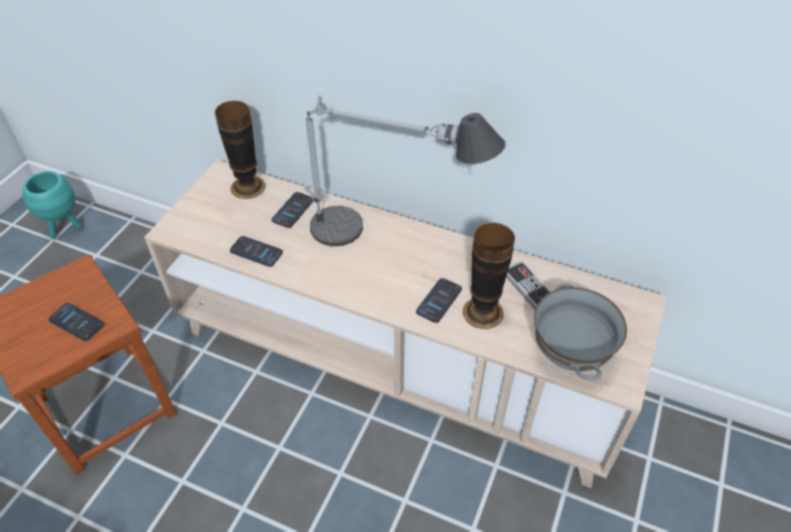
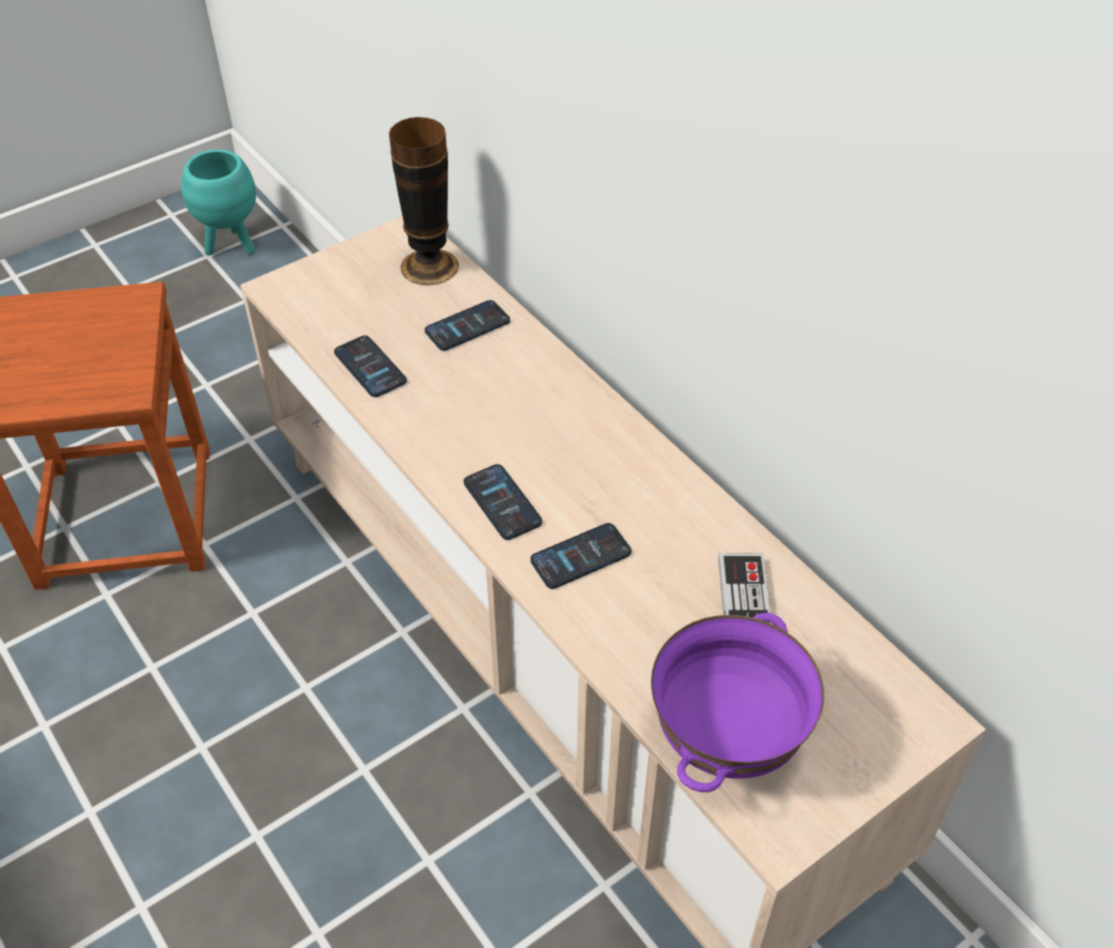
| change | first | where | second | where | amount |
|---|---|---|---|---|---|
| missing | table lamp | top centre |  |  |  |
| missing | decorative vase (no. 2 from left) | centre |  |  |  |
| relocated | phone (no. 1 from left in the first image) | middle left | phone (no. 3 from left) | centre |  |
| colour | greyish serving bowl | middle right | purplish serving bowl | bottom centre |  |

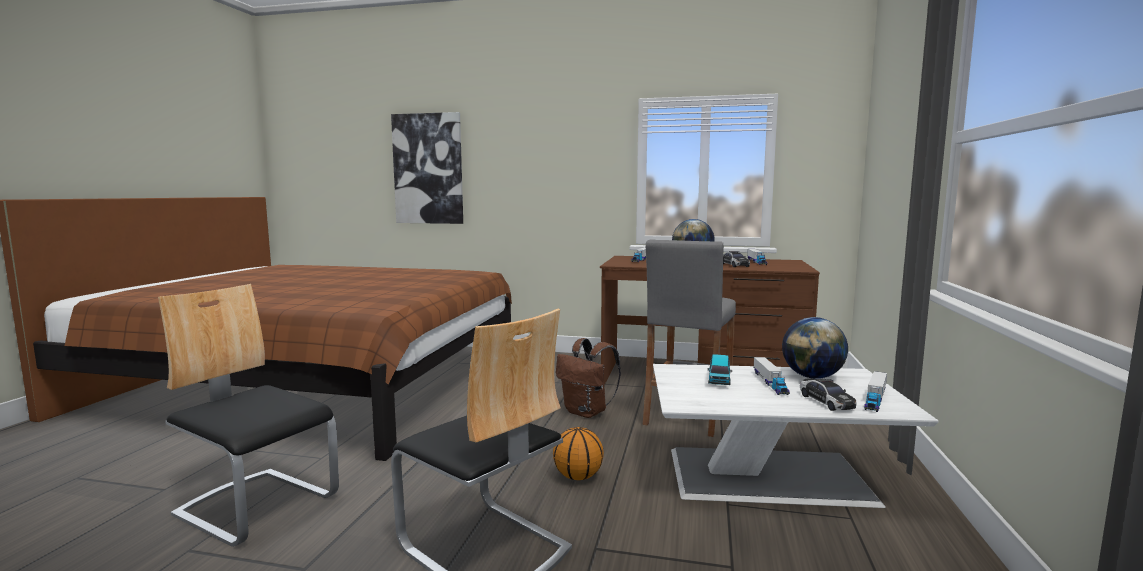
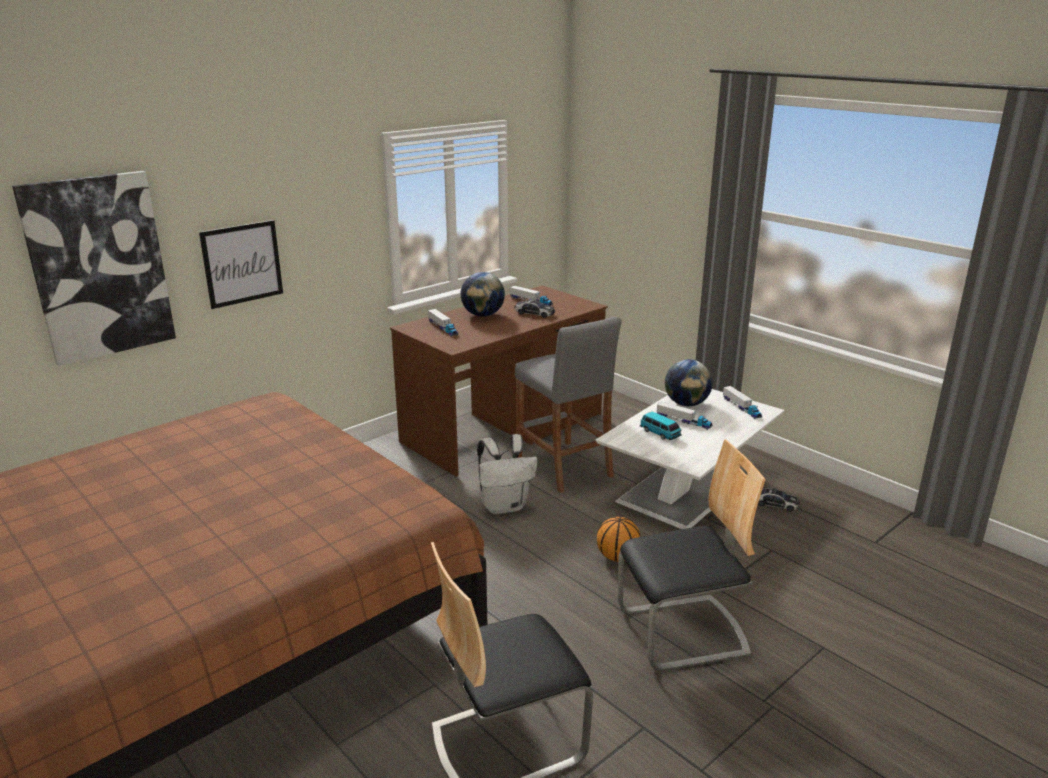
| change | first | where | second | where | amount |
|---|---|---|---|---|---|
| appeared |  |  | wall art (no. 2 from left) | middle left |  |
| relocated | toy car (no. 3 from left) | bottom right |  | middle right |  |
| colour | brownish backpack | centre | whitish backpack | centre |  |

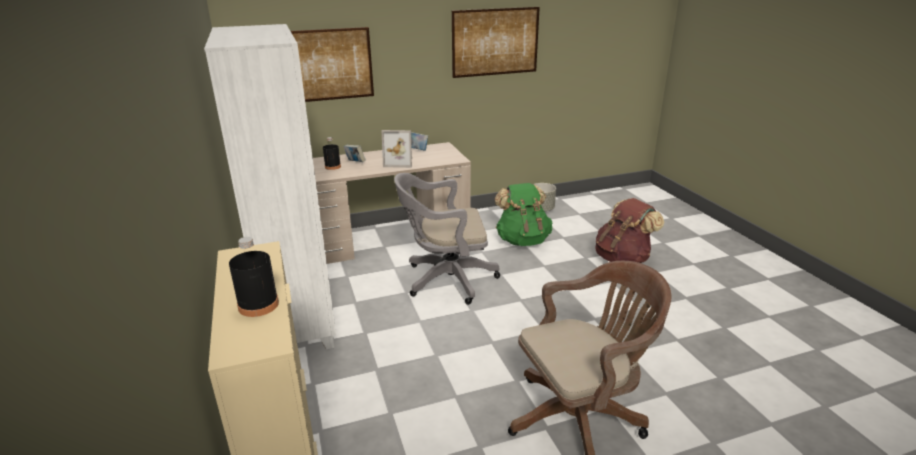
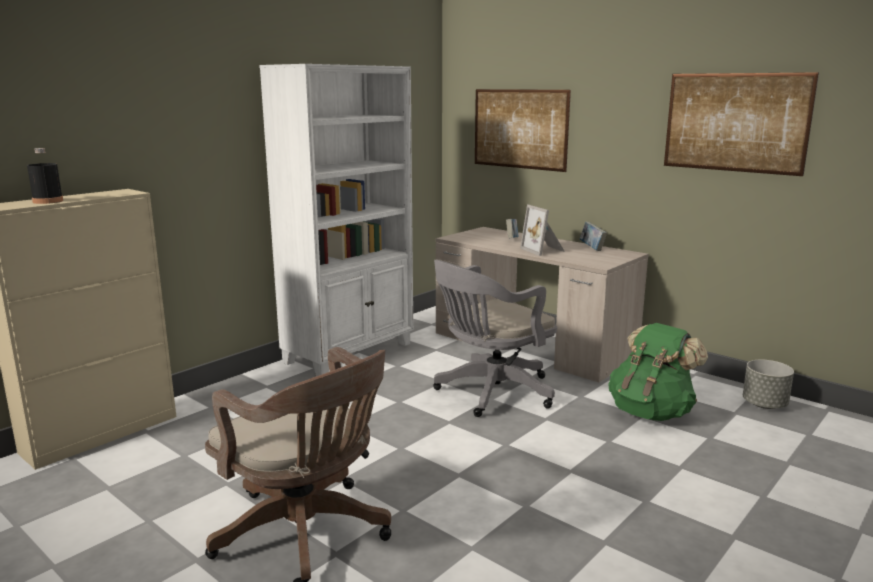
| change | first | where | second | where | amount |
|---|---|---|---|---|---|
| missing | black-coloured beverage bottle (no. 2 from left) | centre |  |  |  |
| missing | brownish backpack | middle right |  |  |  |
| spun | greyish office chair | centre |  | centre | 90 degrees counterclockwise |

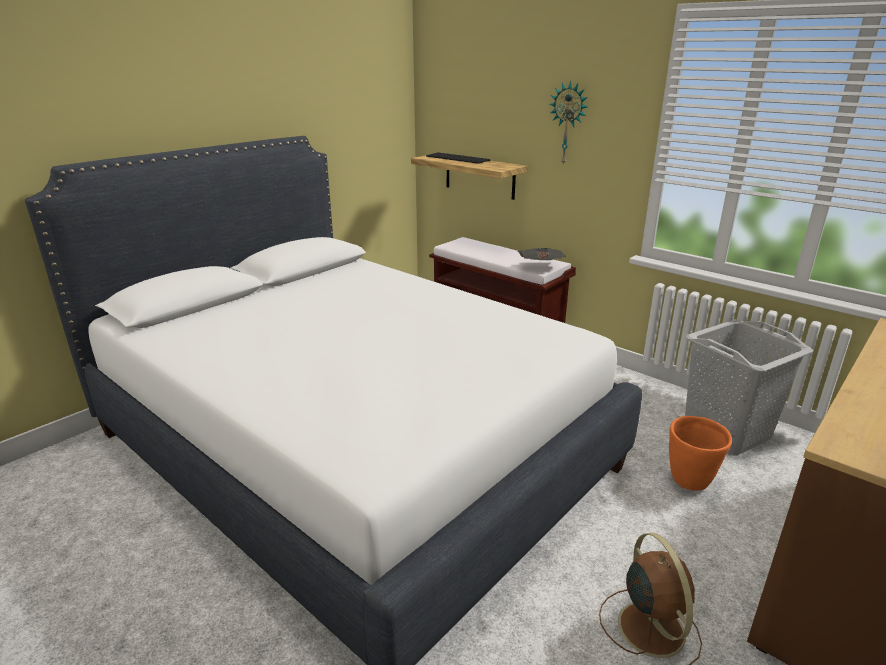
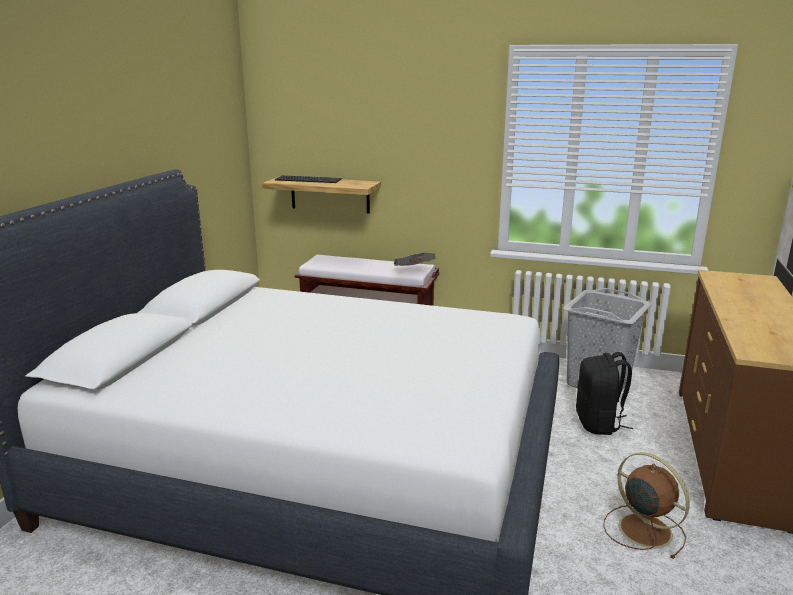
| change | first | where | second | where | amount |
|---|---|---|---|---|---|
| missing | hanging clock | top centre |  |  |  |
| exchanged | orange flower pot | bottom right | black-coloured backpack | middle right |  |

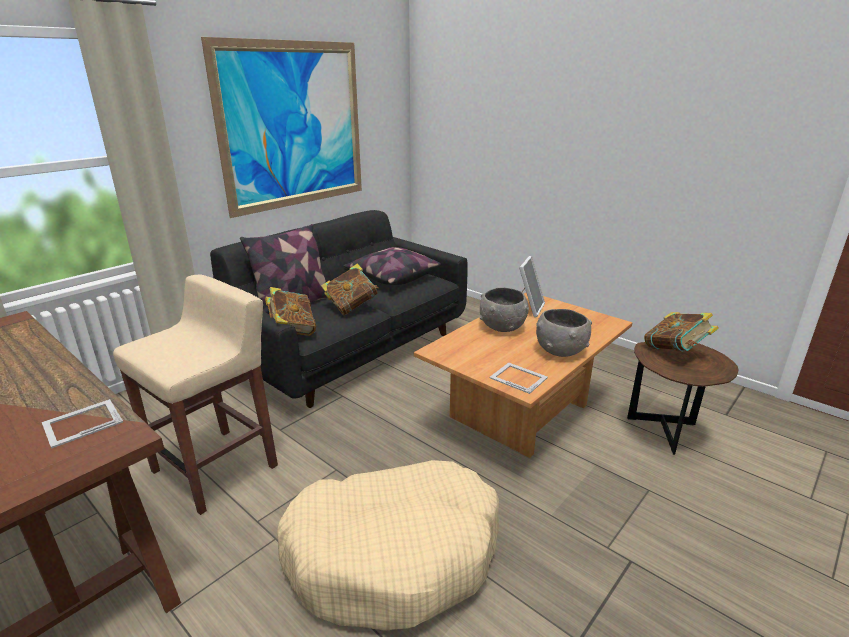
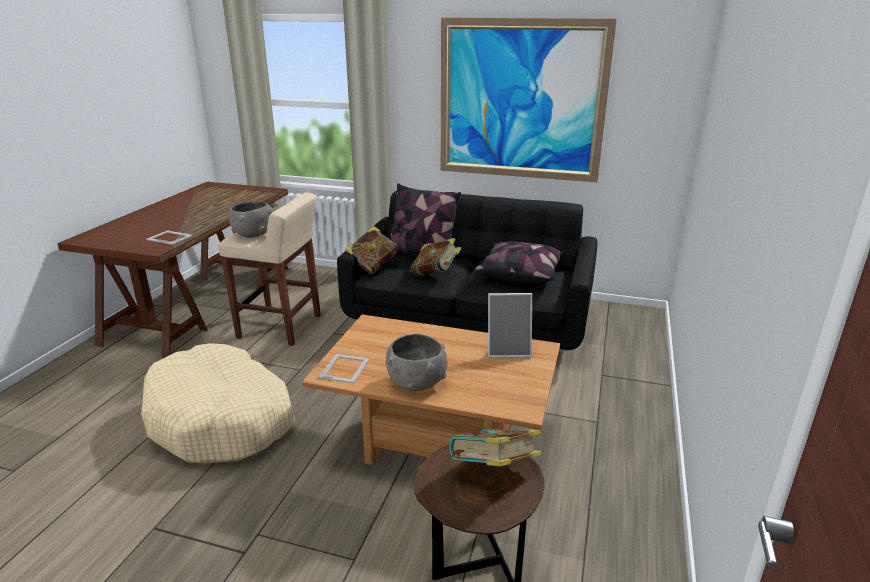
| change | first | where | second | where | amount |
|---|---|---|---|---|---|
| relocated | greyish serving bowl (no. 1 from left) | centre |  | middle left |  |

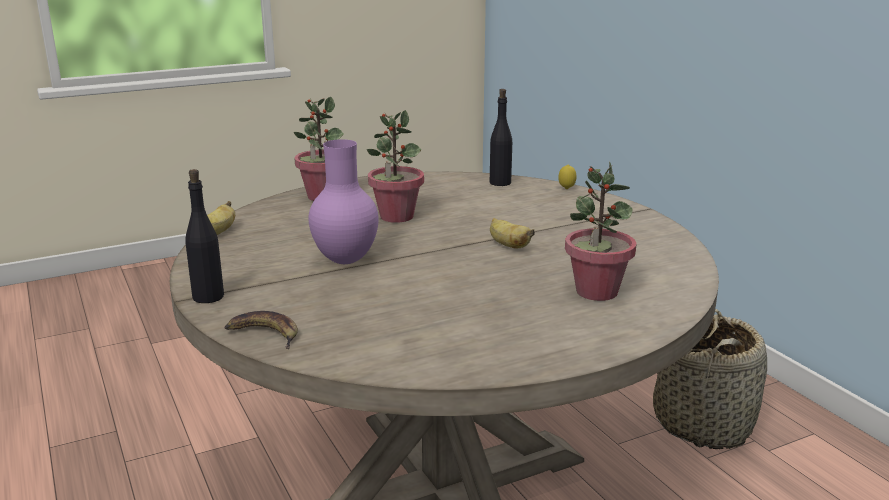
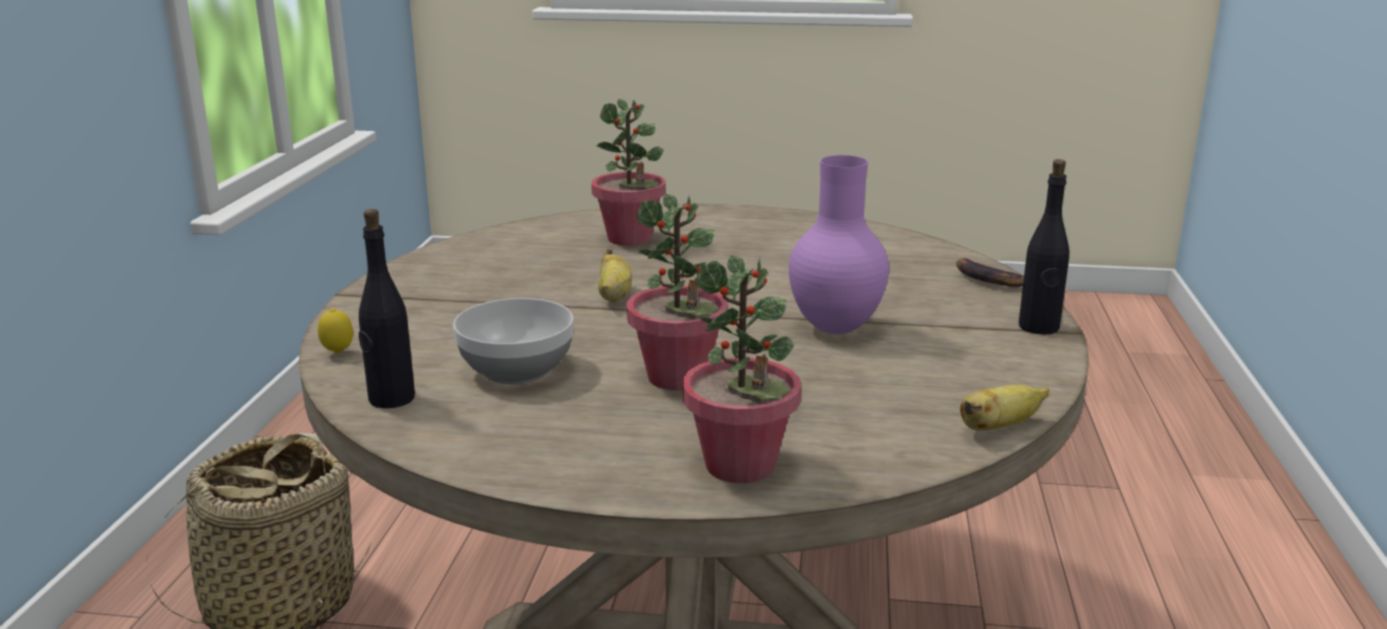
| change | first | where | second | where | amount |
|---|---|---|---|---|---|
| appeared |  |  | serving bowl | centre |  |

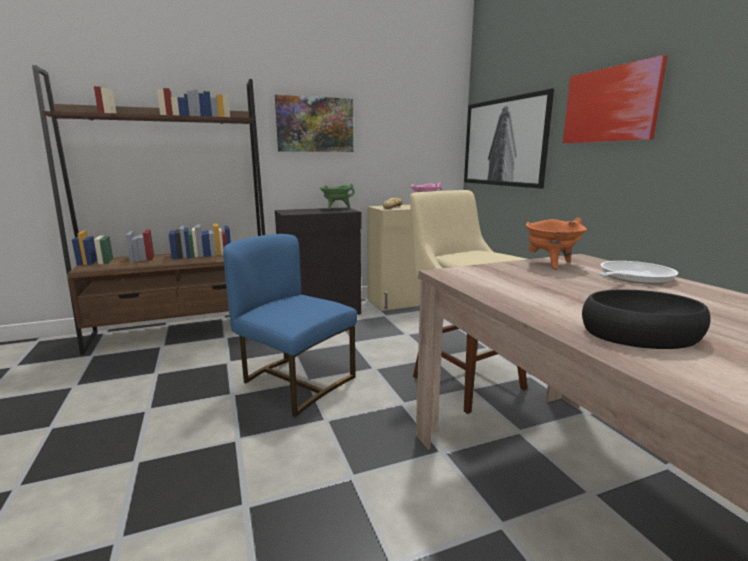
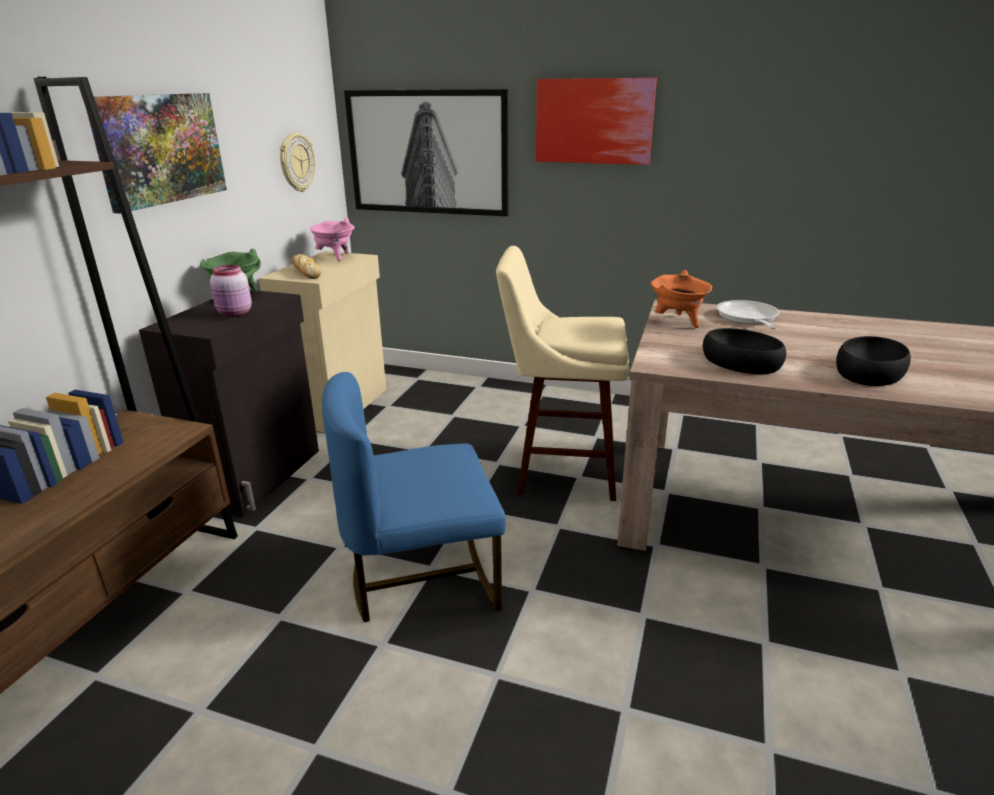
| change | first | where | second | where | amount |
|---|---|---|---|---|---|
| appeared |  |  | pink jar | middle left |  |
| appeared |  |  | hanging clock | top left |  |
| appeared |  |  | black-coloured serving bowl (no. 1 from left) | middle right |  |

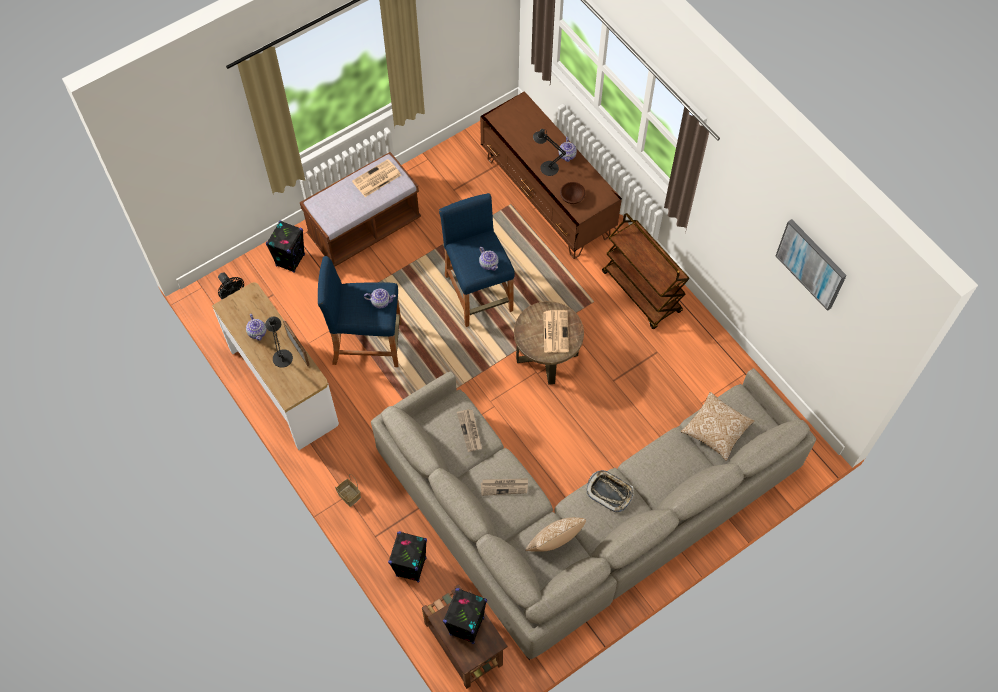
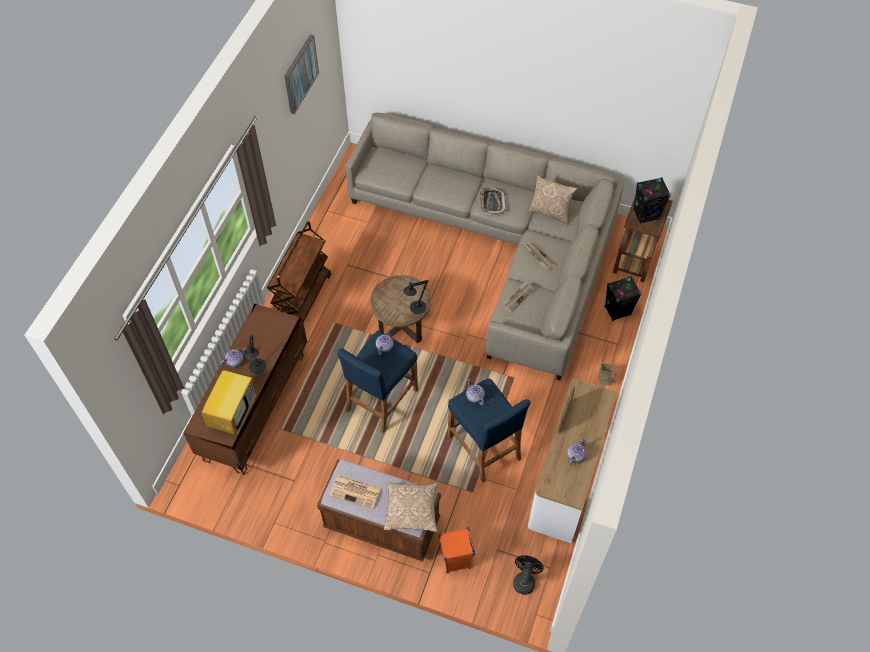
| change | first | where | second | where | amount |
|---|---|---|---|---|---|
| missing | newspaper (no. 4 from left) | centre |  |  |  |
| missing | brownish serving bowl | top centre |  |  |  |
| appeared |  |  | TV set | middle left |  |
| relocated | black-coloured table lamp (no. 1 from left in the first image) | middle left | black-coloured table lamp (no. 2 from left) | centre |  |
| relocated | pillow (no. 2 from left in the first image) | middle right | pillow (no. 1 from left) | bottom centre |  |
| colour | black-coloured loudspeaker (no. 1 from left) | middle left | orange loudspeaker | bottom centre |  |

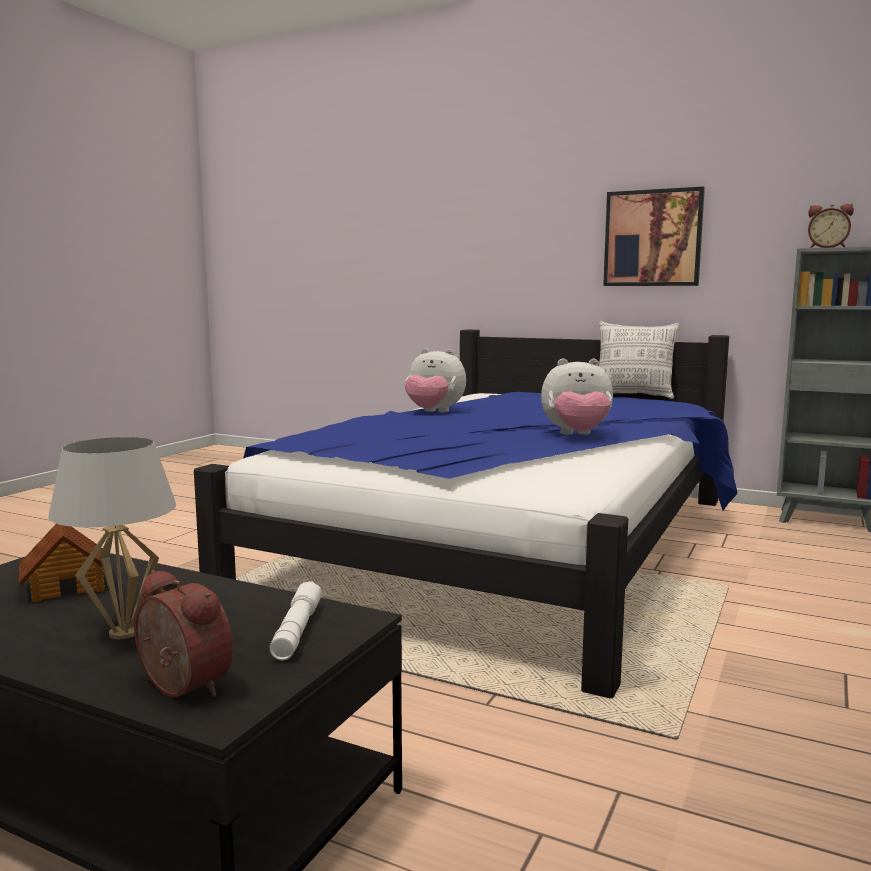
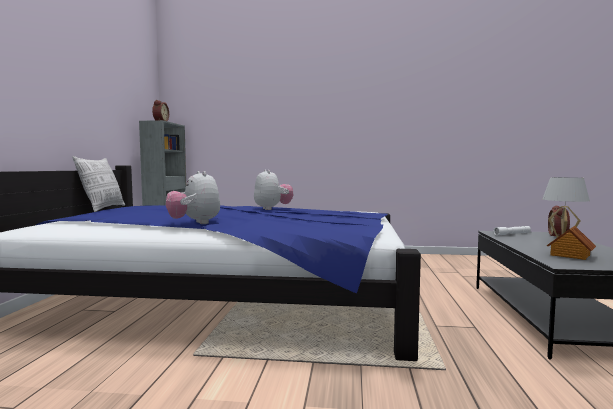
| change | first | where | second | where | amount |
|---|---|---|---|---|---|
| missing | wall art | top right |  |  |  |
| spun | soft toy (no. 1 from left) | centre |  | middle left | 150 degrees clockwise |

